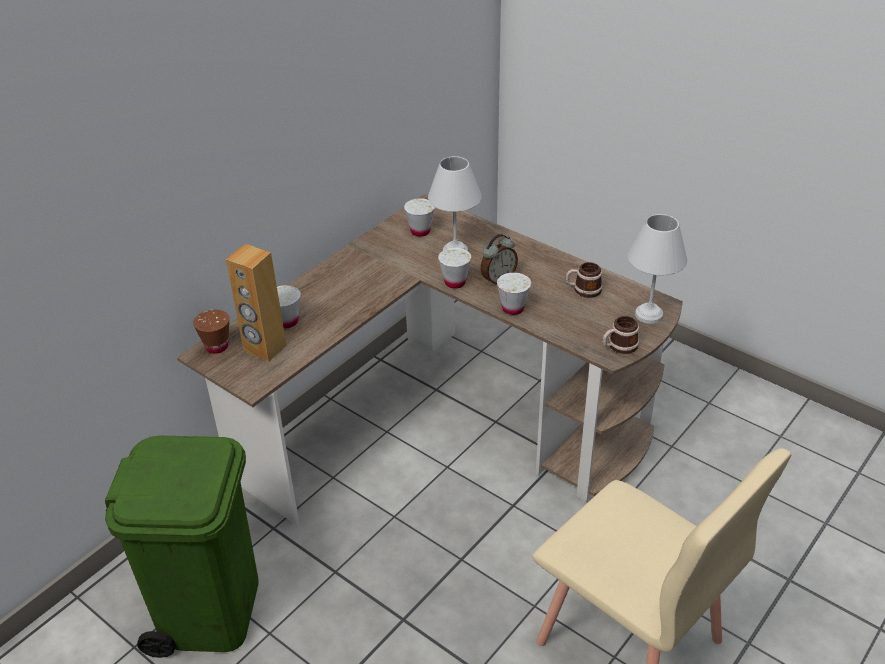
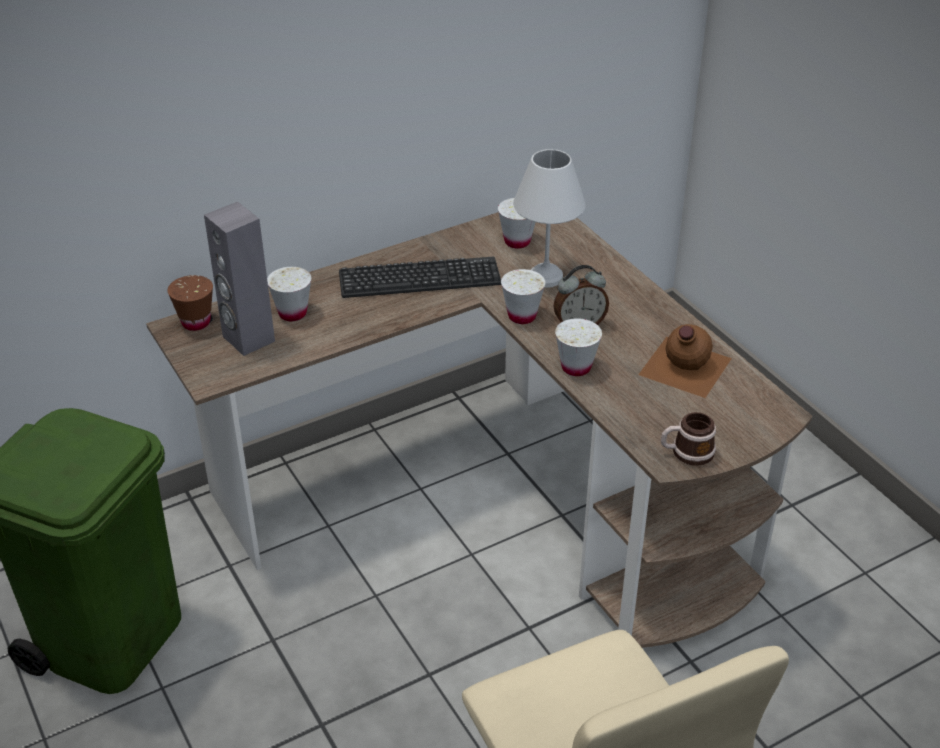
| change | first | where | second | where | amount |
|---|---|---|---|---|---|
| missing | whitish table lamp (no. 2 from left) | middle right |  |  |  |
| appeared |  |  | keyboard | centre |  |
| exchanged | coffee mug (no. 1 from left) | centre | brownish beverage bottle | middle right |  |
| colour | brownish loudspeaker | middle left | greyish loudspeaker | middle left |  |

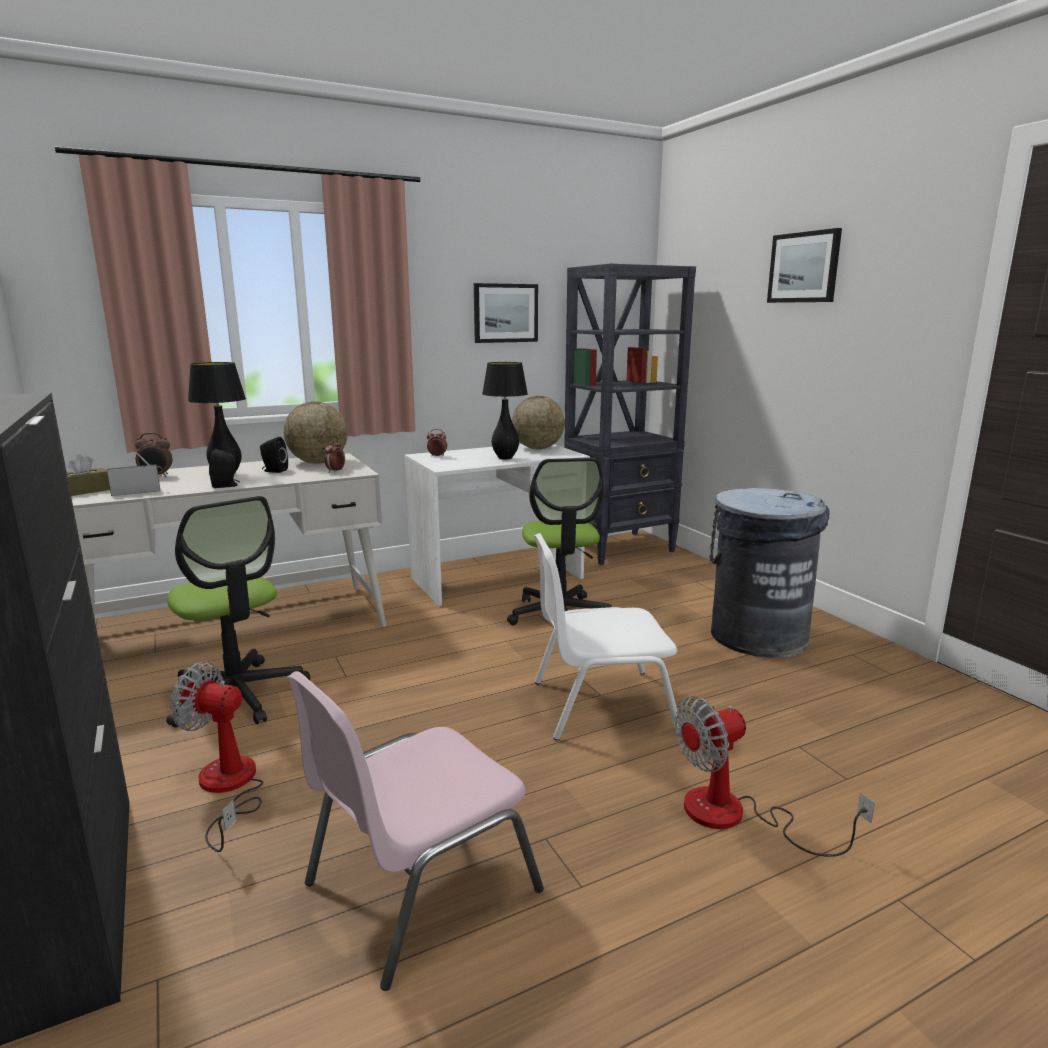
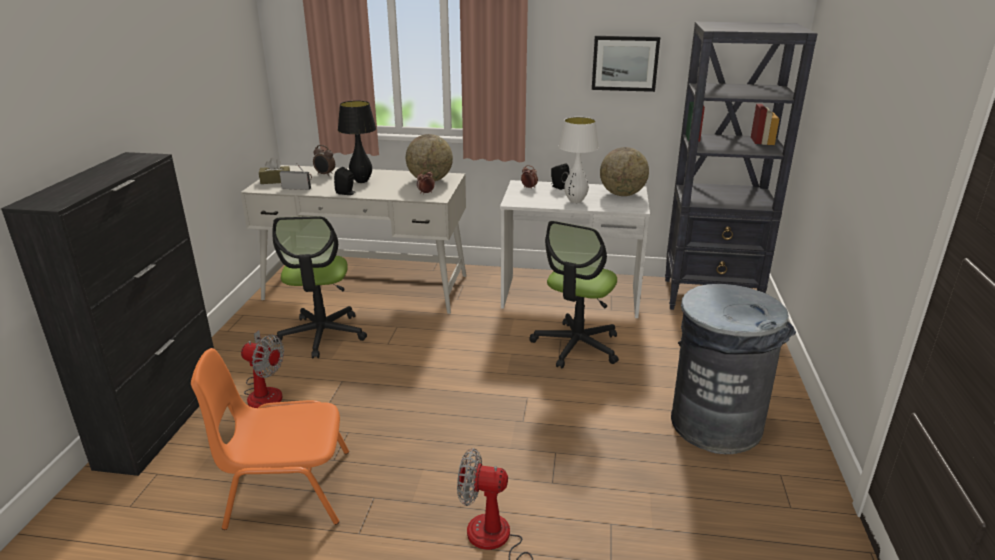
| change | first | where | second | where | amount |
|---|---|---|---|---|---|
| missing | whitish upright chair | centre |  |  |  |
| missing | wall art (no. 2 from left) | top right |  |  |  |
| relocated | black-coloured loudspeaker (no. 2 from left) | middle left |  | top centre |  |
| colour | pink upright chair | bottom centre | orange upright chair | bottom left |  |
| colour | black-coloured table lamp (no. 2 from left) | centre | whitish table lamp | top centre |  |
| spun | fan (no. 1 from left) | bottom left |  | middle left | 150 degrees clockwise |

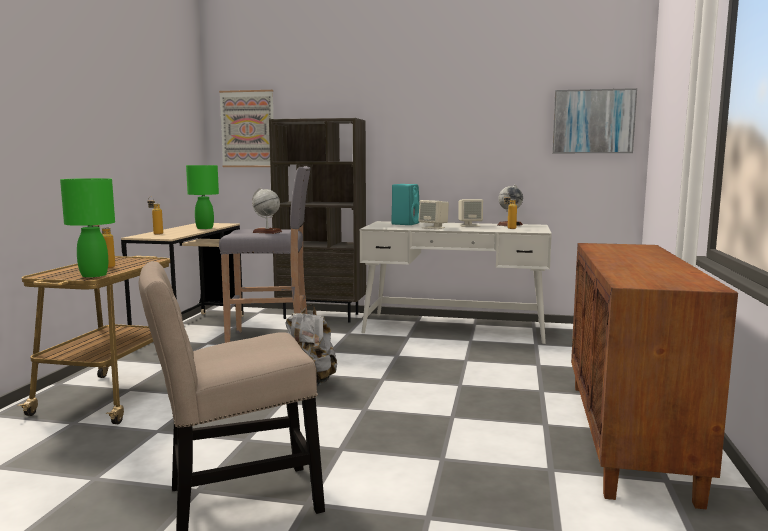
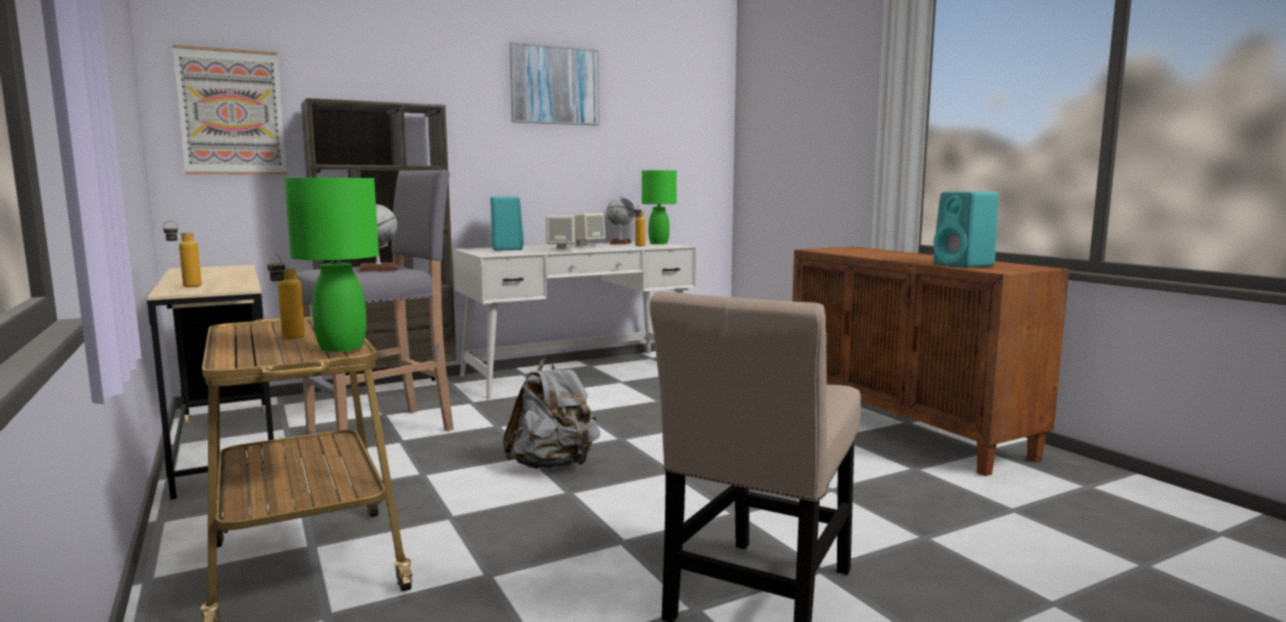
| change | first | where | second | where | amount |
|---|---|---|---|---|---|
| appeared |  |  | blue-green loudspeaker (no. 2 from left) | middle right |  |
| relocated | green-coloured table lamp (no. 2 from left) | middle left |  | top centre |  |
| relocated | wall art (no. 2 from left) | top right |  | top centre |  |

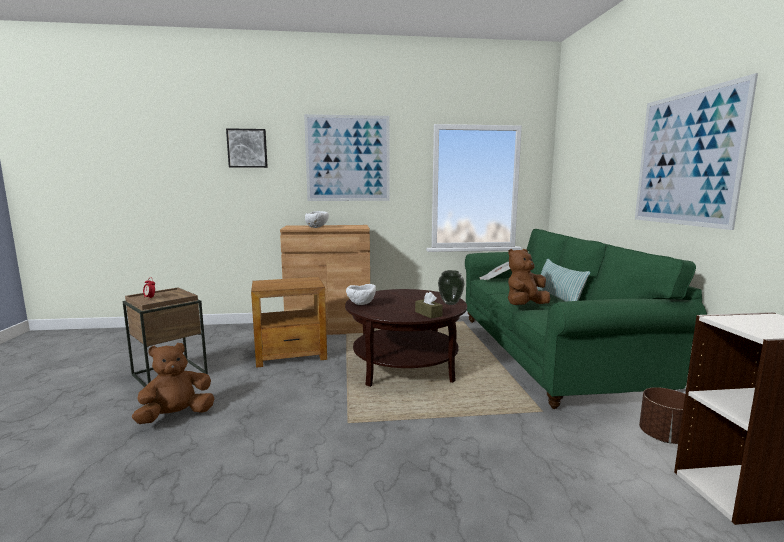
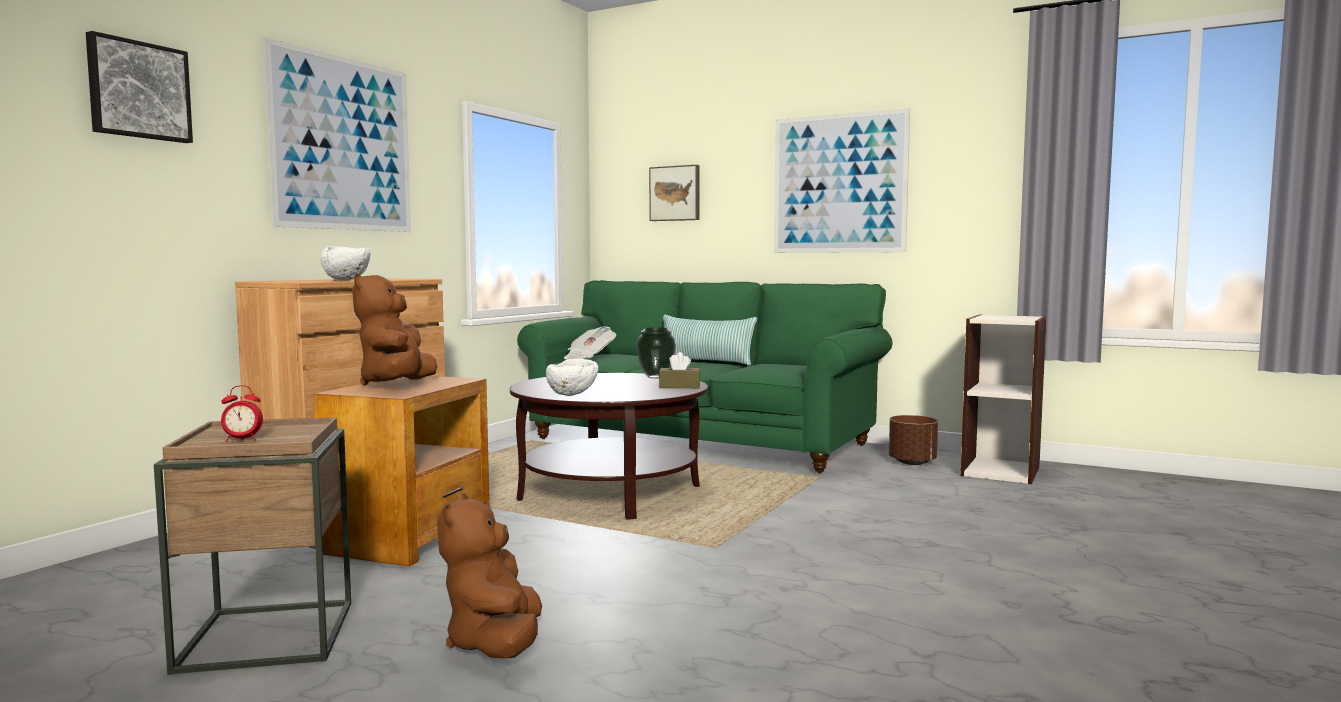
| change | first | where | second | where | amount |
|---|---|---|---|---|---|
| appeared |  |  | wall art (no. 3 from left) | top centre |  |
| relocated | brownish soft toy (no. 2 from left in the first image) | middle right | brownish soft toy (no. 1 from left) | middle left |  |

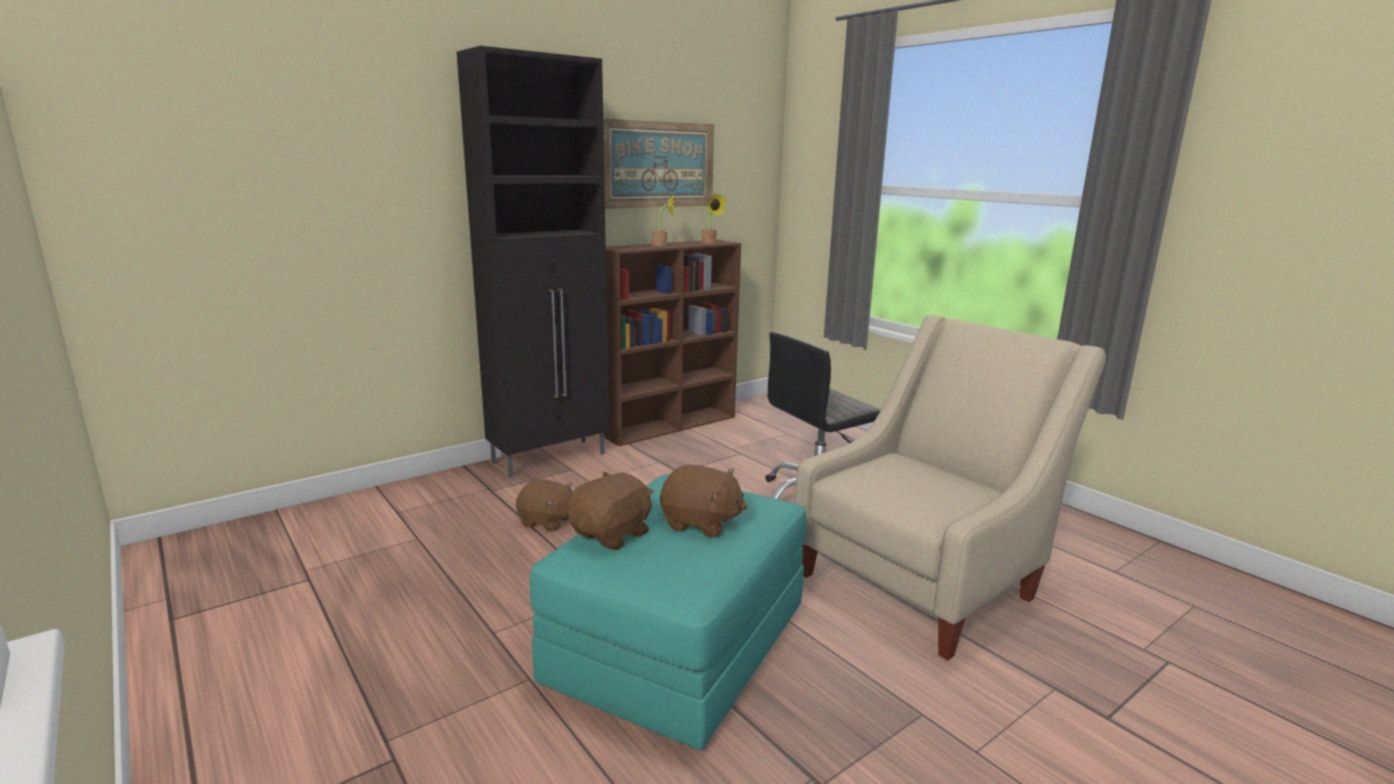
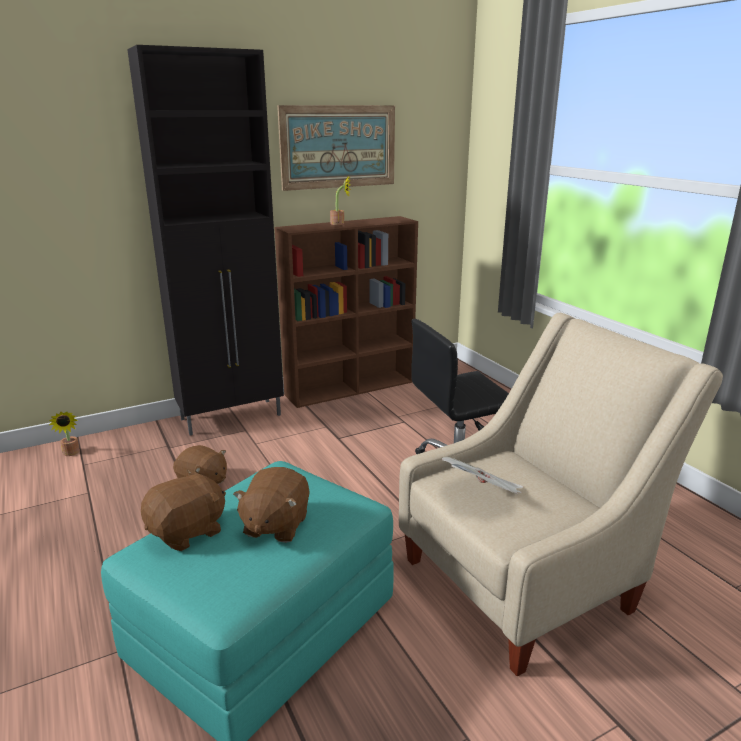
| change | first | where | second | where | amount |
|---|---|---|---|---|---|
| appeared |  |  | newspaper | centre |  |
| relocated | houseplant (no. 2 from left in the first image) | top centre | houseplant (no. 1 from left) | middle left |  |
| spun | brownish soft toy (no. 3 from left) | centre |  | bottom centre | 75 degrees clockwise |

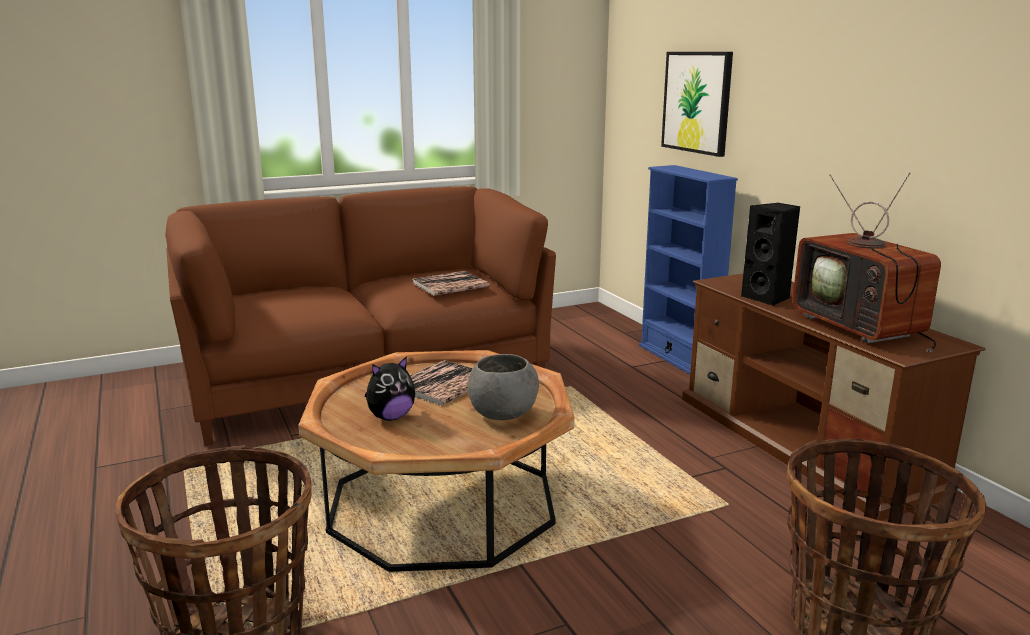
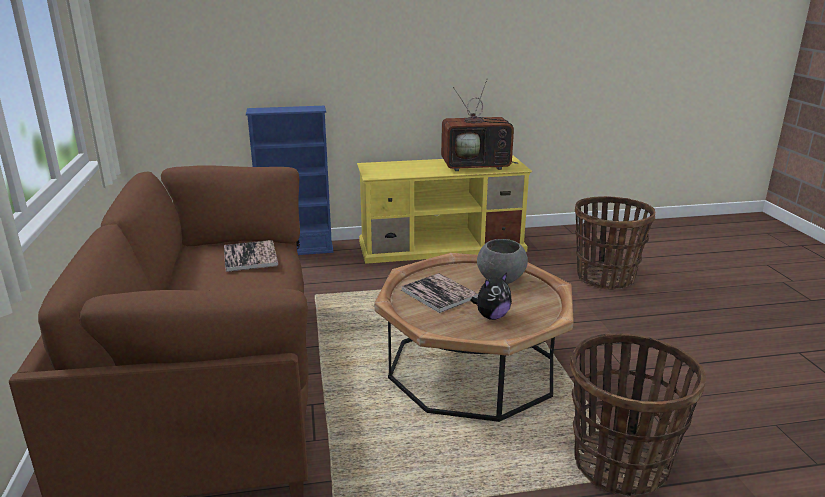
| change | first | where | second | where | amount |
|---|---|---|---|---|---|
| missing | wall art | top right |  |  |  |
| missing | black-coloured loudspeaker | middle right |  |  |  |
| colour | brownish tv unit | middle right | yellowish tv unit | centre |  |
| spun | soft toy | centre |  | centre | 75 degrees clockwise |

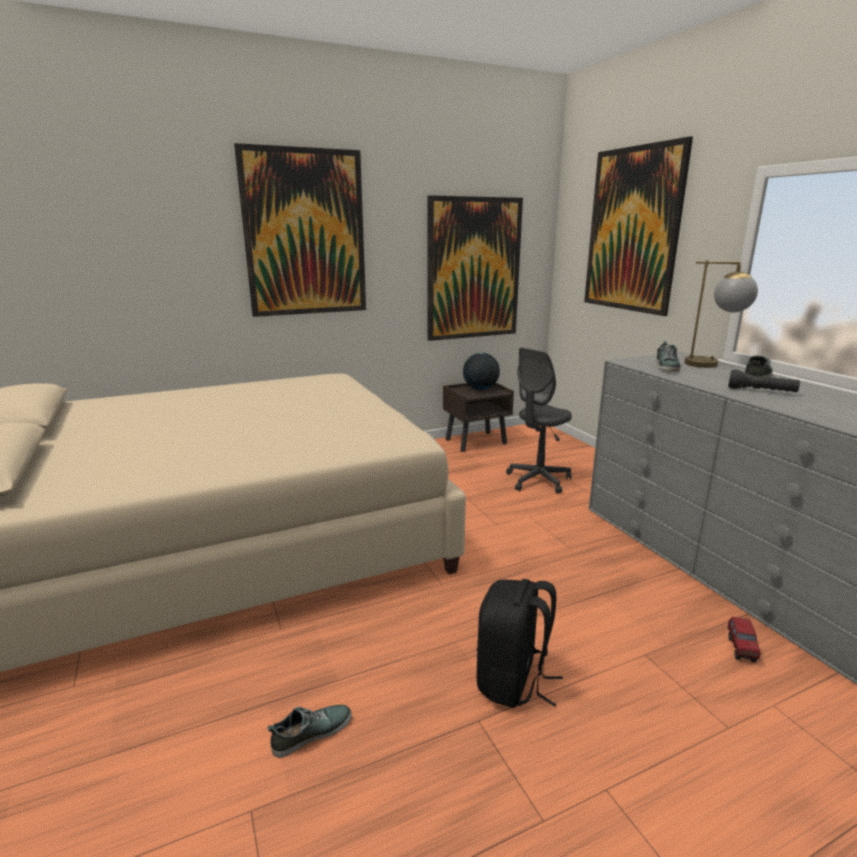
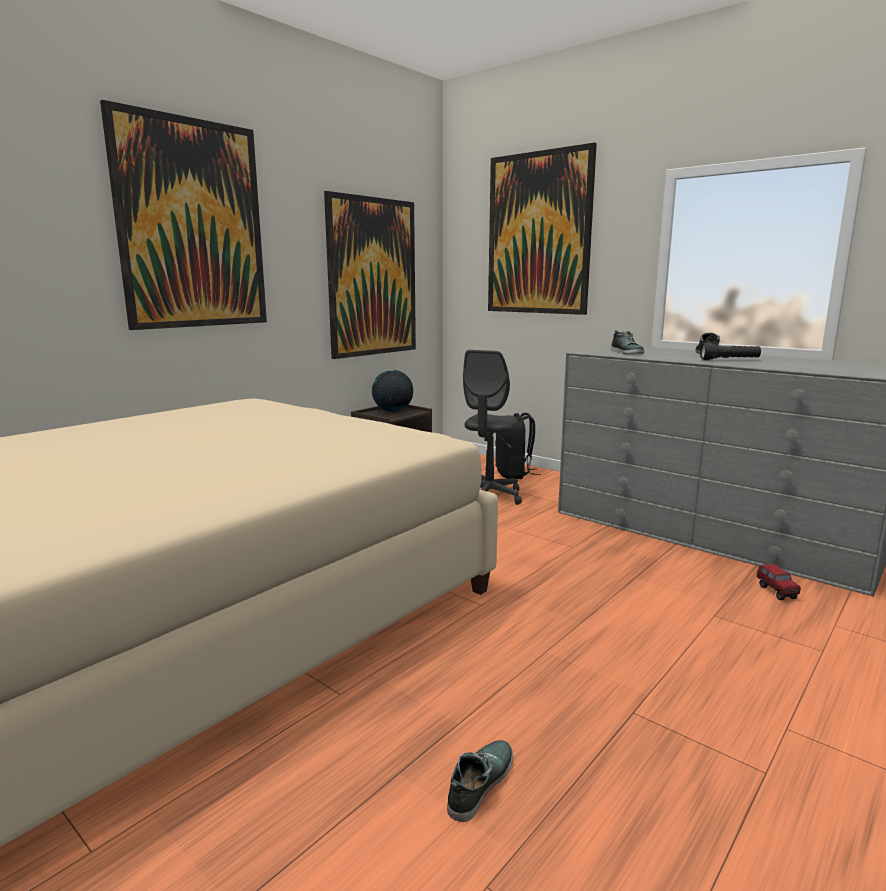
| change | first | where | second | where | amount |
|---|---|---|---|---|---|
| missing | table lamp | middle right |  |  |  |
| relocated | black-coloured backpack | bottom centre |  | centre |  |

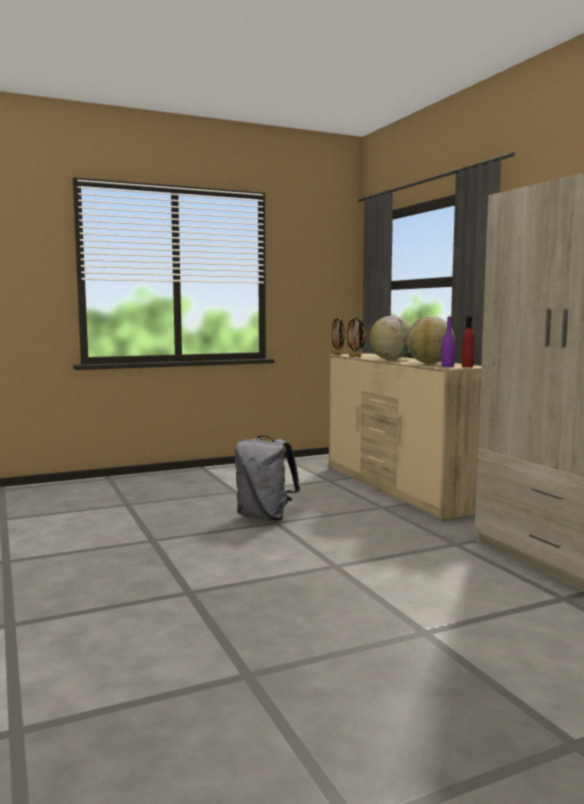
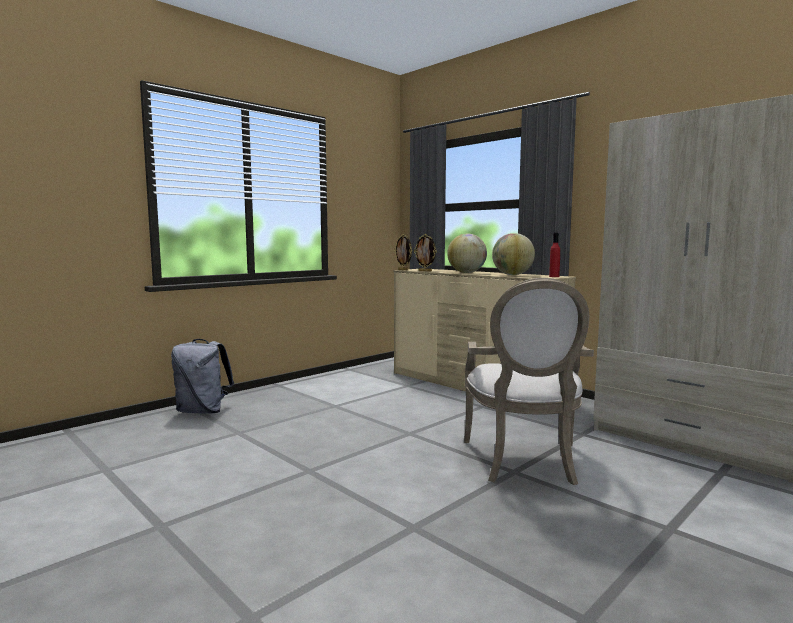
| change | first | where | second | where | amount |
|---|---|---|---|---|---|
| missing | purplish beverage bottle | middle right |  |  |  |
| appeared |  |  | easy chair | middle right |  |
| relocated | greyish backpack | centre |  | middle left |  |

